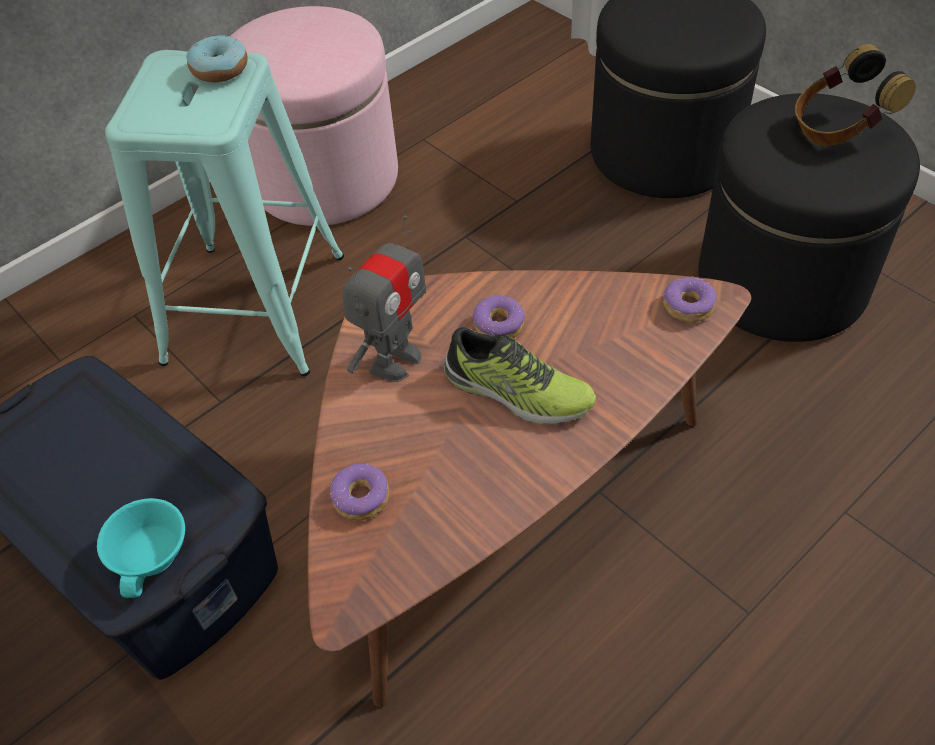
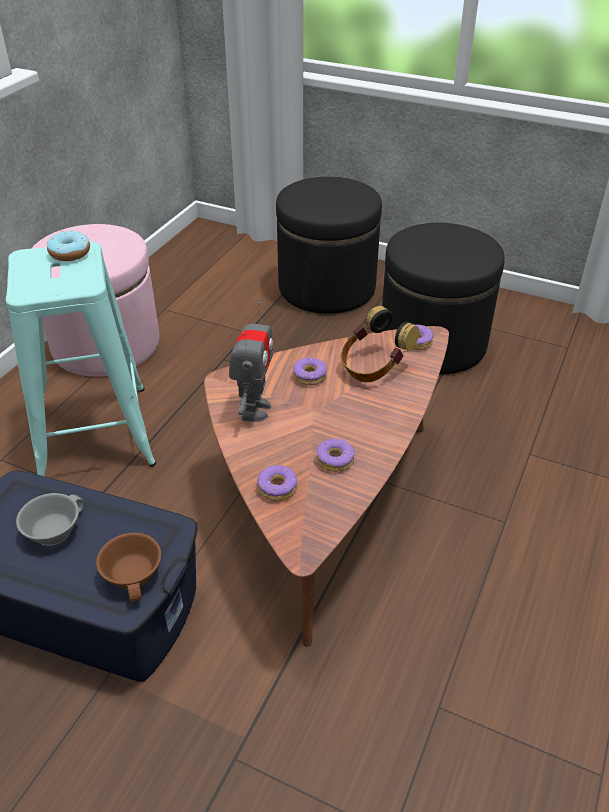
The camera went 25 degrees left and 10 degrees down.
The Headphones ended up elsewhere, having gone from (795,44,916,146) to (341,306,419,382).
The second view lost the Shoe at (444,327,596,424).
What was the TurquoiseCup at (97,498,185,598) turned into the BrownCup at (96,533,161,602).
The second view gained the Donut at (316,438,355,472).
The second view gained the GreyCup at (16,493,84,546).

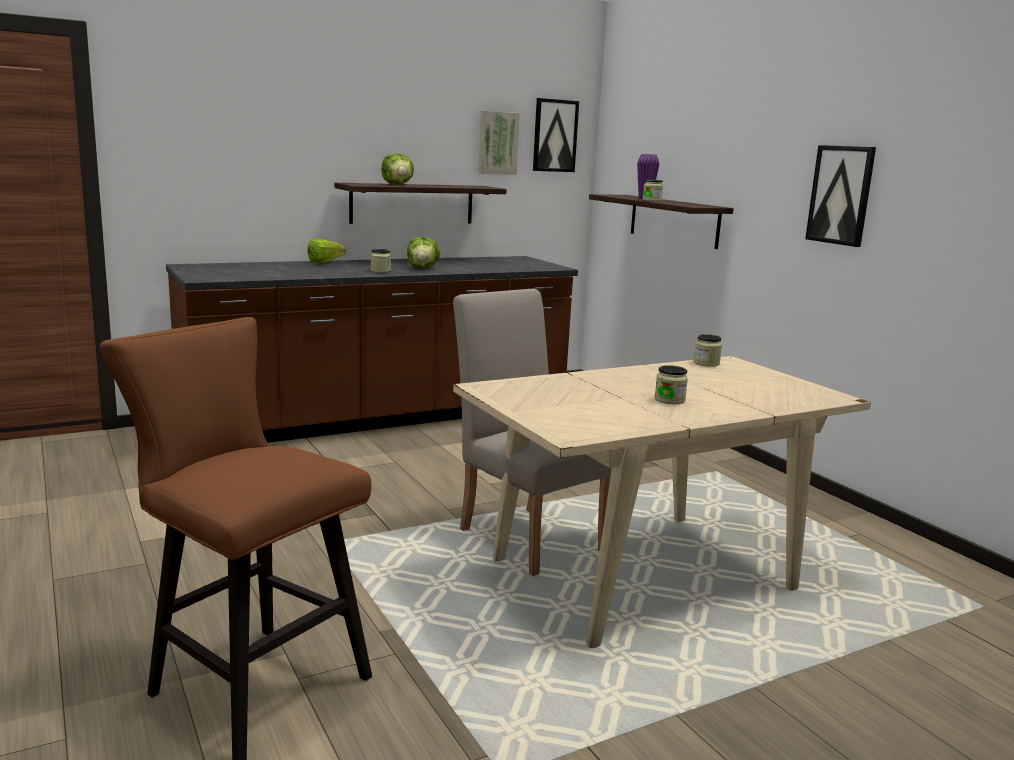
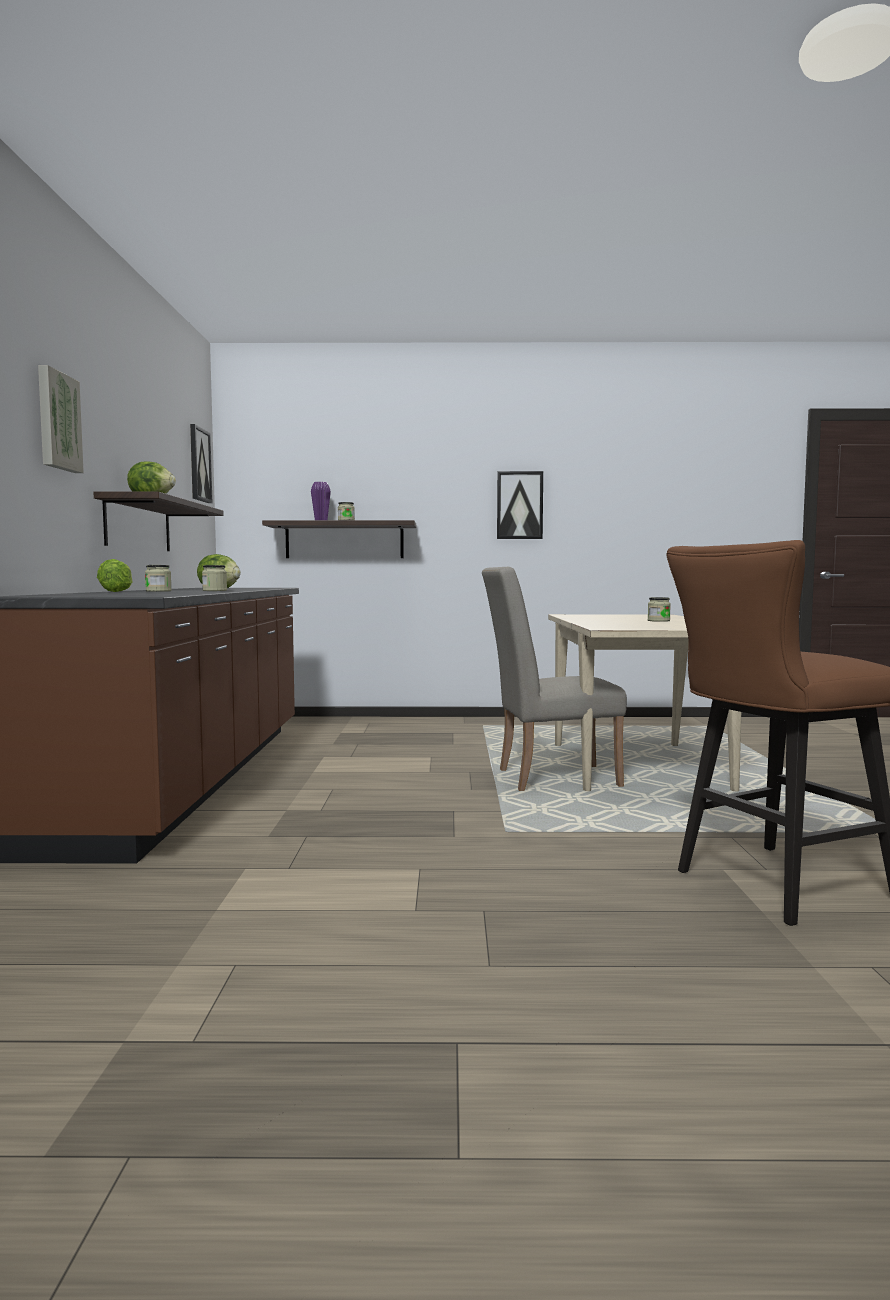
The camera went 60 degrees left and 10 degrees down.
The Picture ended up elsewhere, having gone from (479,111,520,175) to (38,365,84,473).
The Jar ended up elsewhere, having gone from (694,334,722,367) to (145,565,172,592).

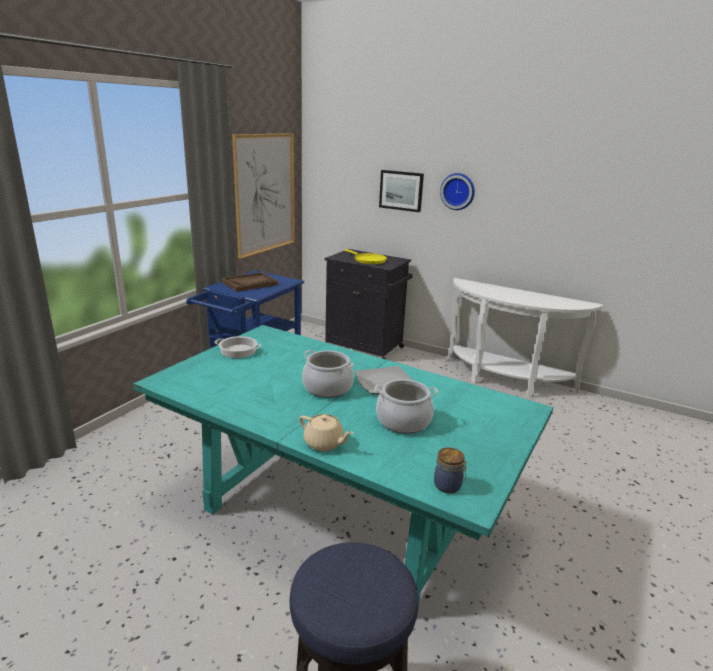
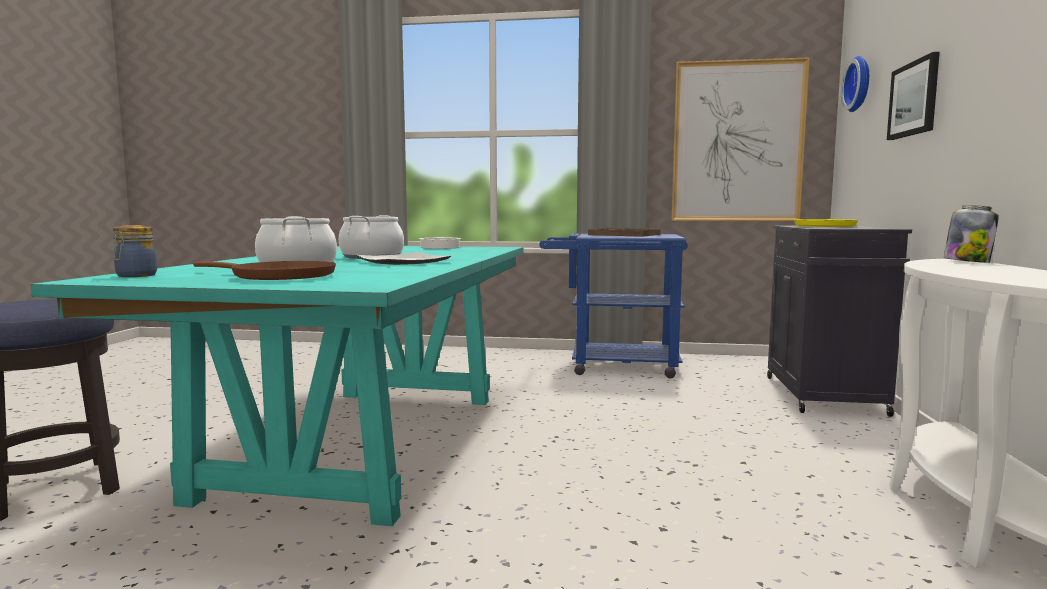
The camera went 70 degrees right and 15 degrees down.
The WallClock ended up elsewhere, having gone from (440,173,475,210) to (841,56,869,112).
The second view lost the BeigeTeapot at (299,414,354,451).
The second view gained the Jar at (944,205,999,263).
The second view gained the BrownFryingPan at (193,261,336,280).

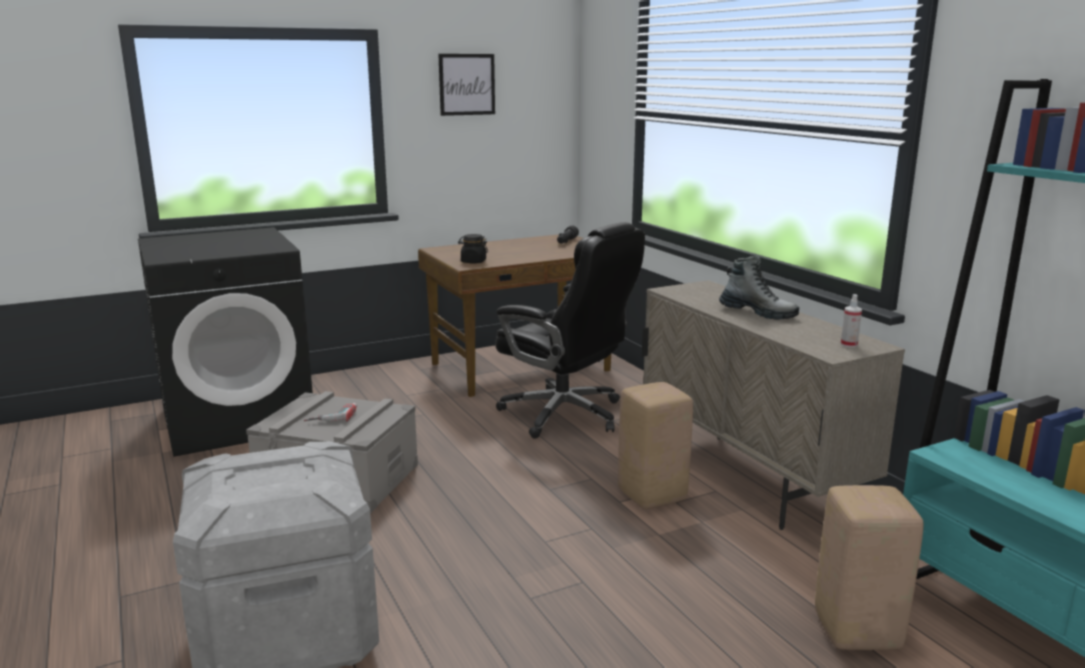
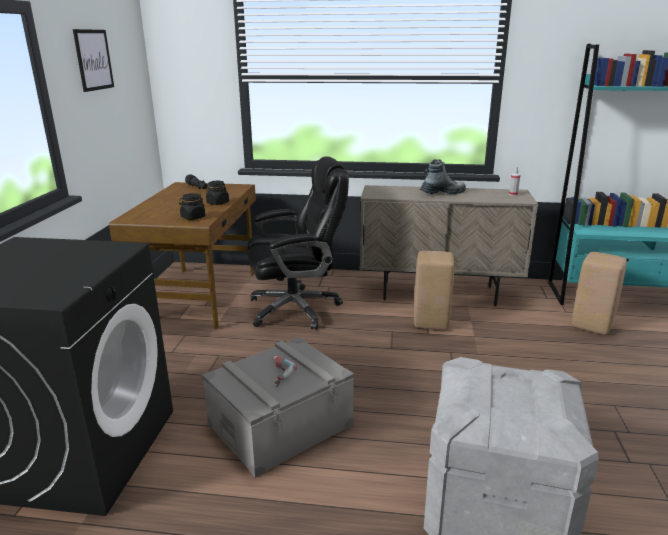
The camera went 55 degrees left and 5 degrees up.
The second view gained the BlackJar at (206,181,229,205).

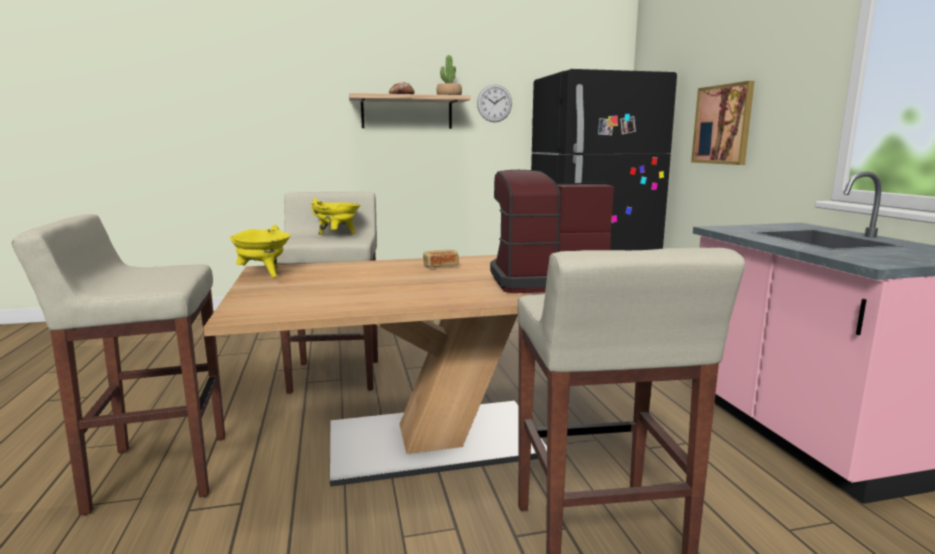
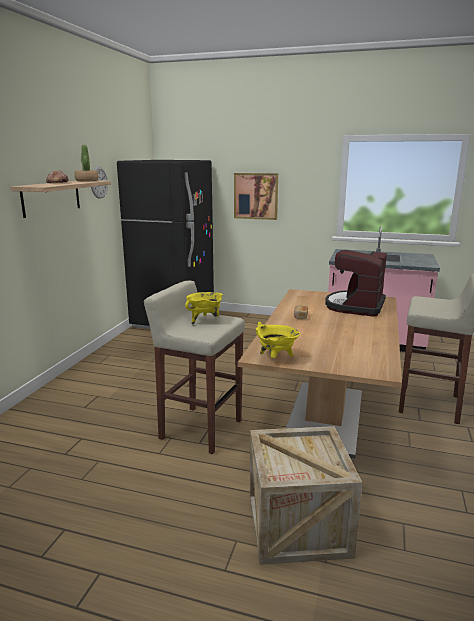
The camera went 60 degrees left and 5 degrees up.
Where the BeigeStool stood at (11,214,225,515), the Crate came to stand at (250,426,362,565).

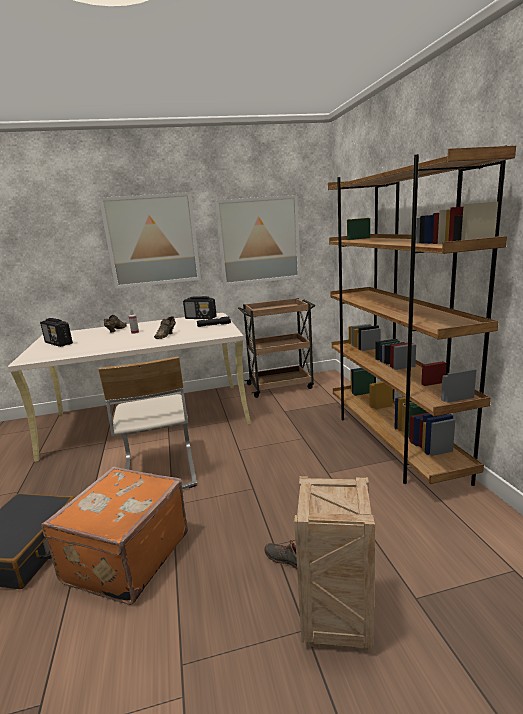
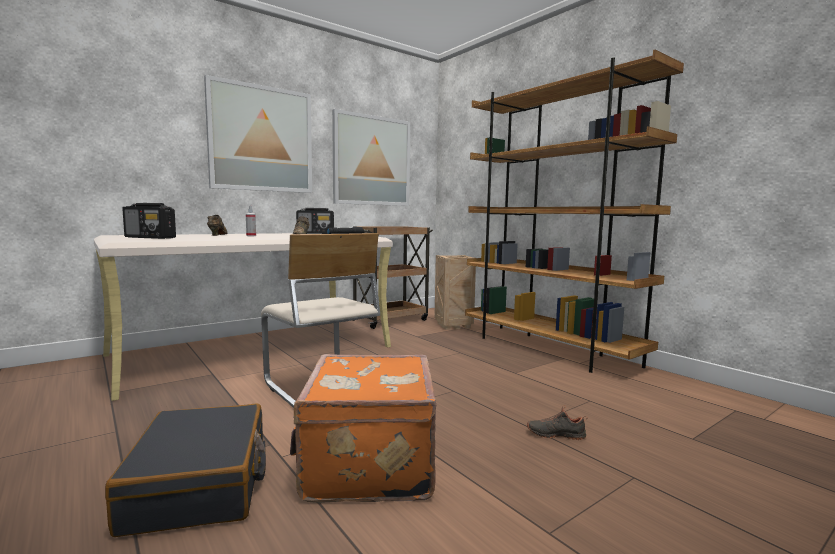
The camera went 25 degrees left and 10 degrees down.
The Crate ended up elsewhere, having gone from (294,476,375,652) to (434,255,476,330).

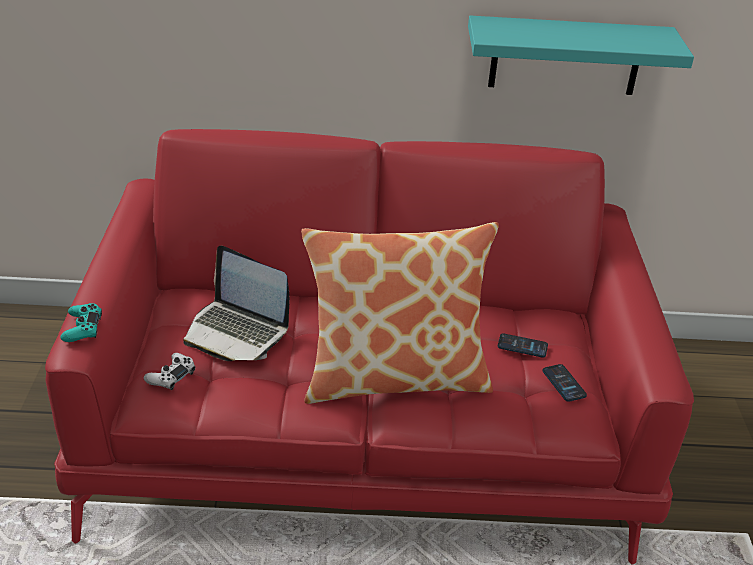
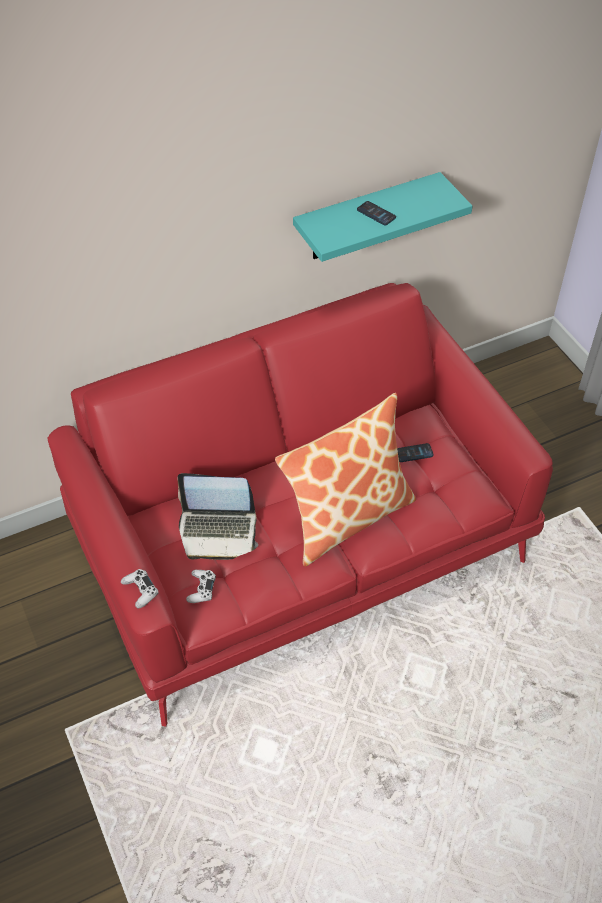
The camera went 25 degrees left and 15 degrees up.
What was the TurquoiseGameController at (61,303,102,342) turned into the WhiteGameController at (121,569,159,608).
The Phone ended up elsewhere, having gone from (542,364,587,402) to (357,201,396,225).

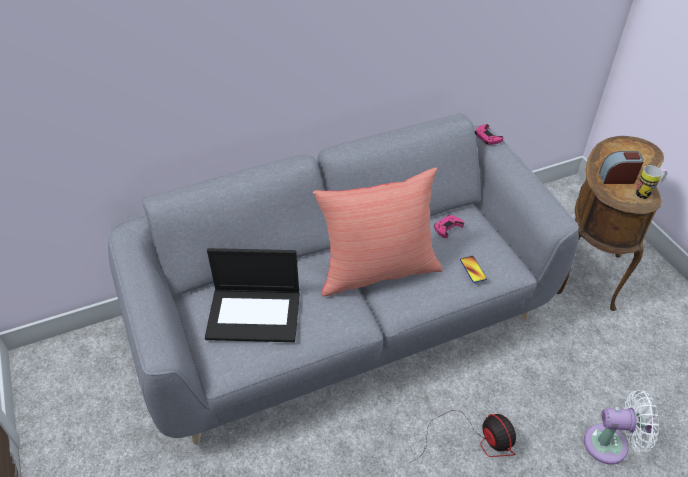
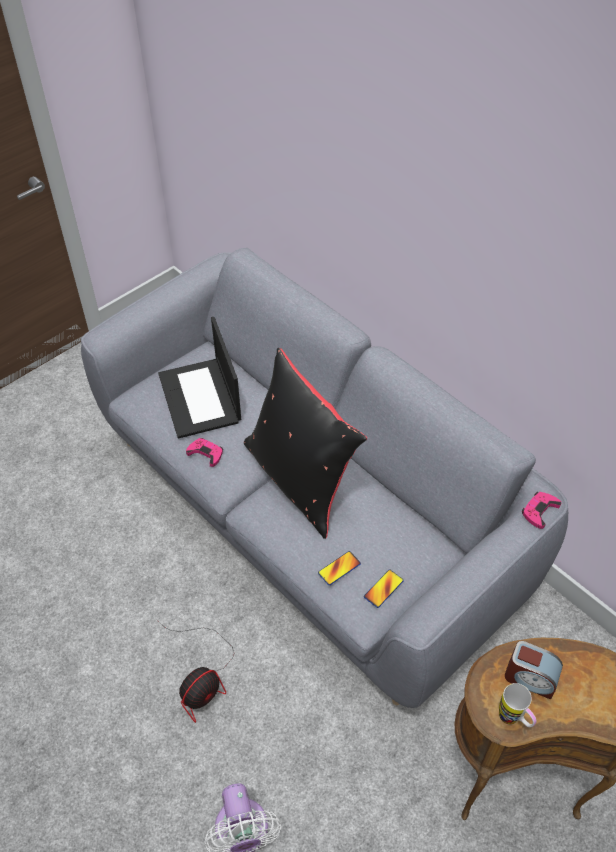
The camera went 70 degrees right and 5 degrees up.
The AlarmClock at (599,151,644,184) ended up facing another way, 135 degrees clockwise from before.
What was the RedPillow at (313,167,443,297) turned into the BlackPillow at (244,348,367,539).
The PinkGameController ended up elsewhere, having gone from (434,215,464,238) to (186,438,223,467).
The second view gained the Phone at (364,570,404,608).

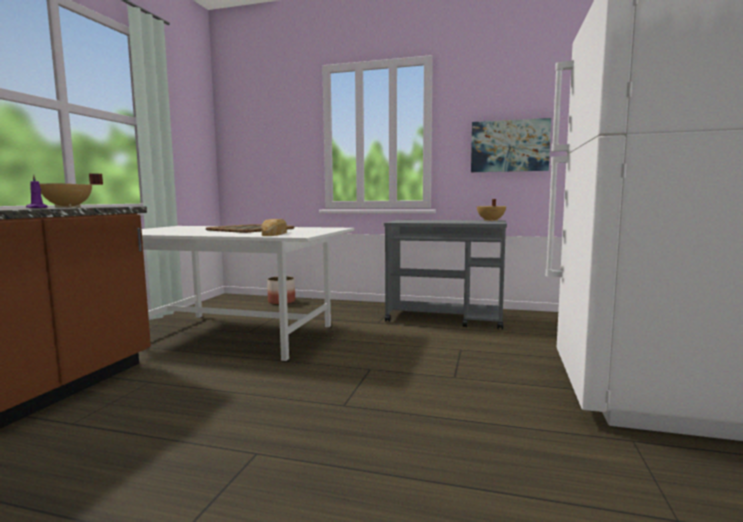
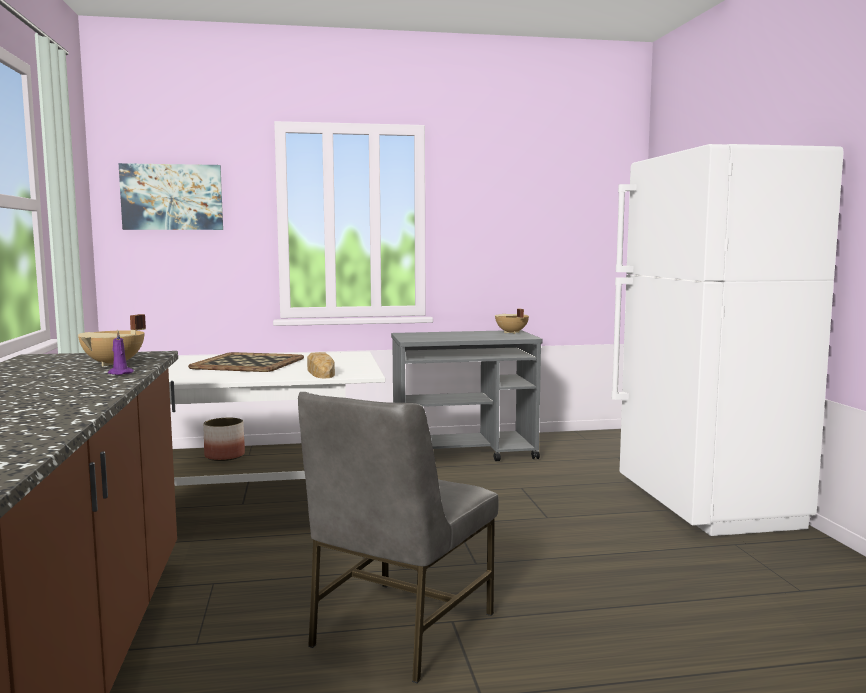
The camera went 25 degrees left and 0 degrees up.
The Picture ended up elsewhere, having gone from (471,118,551,172) to (119,163,223,230).
The second view gained the GreyChair at (298,392,499,683).

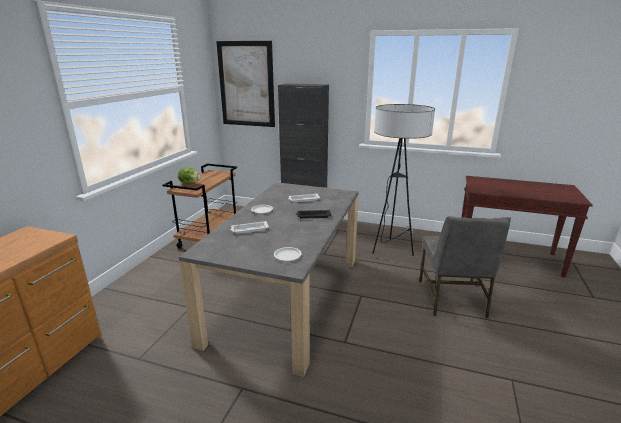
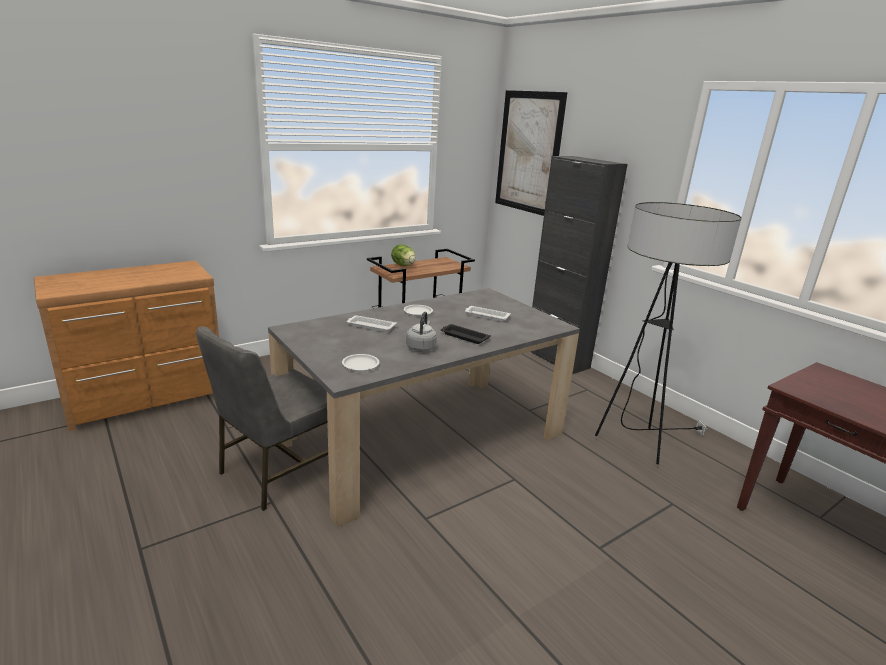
The camera went 35 degrees right and 0 degrees up.
The GreyChair ended up elsewhere, having gone from (419,216,511,319) to (196,326,328,511).
The second view gained the GreyKettle at (406,312,437,352).

